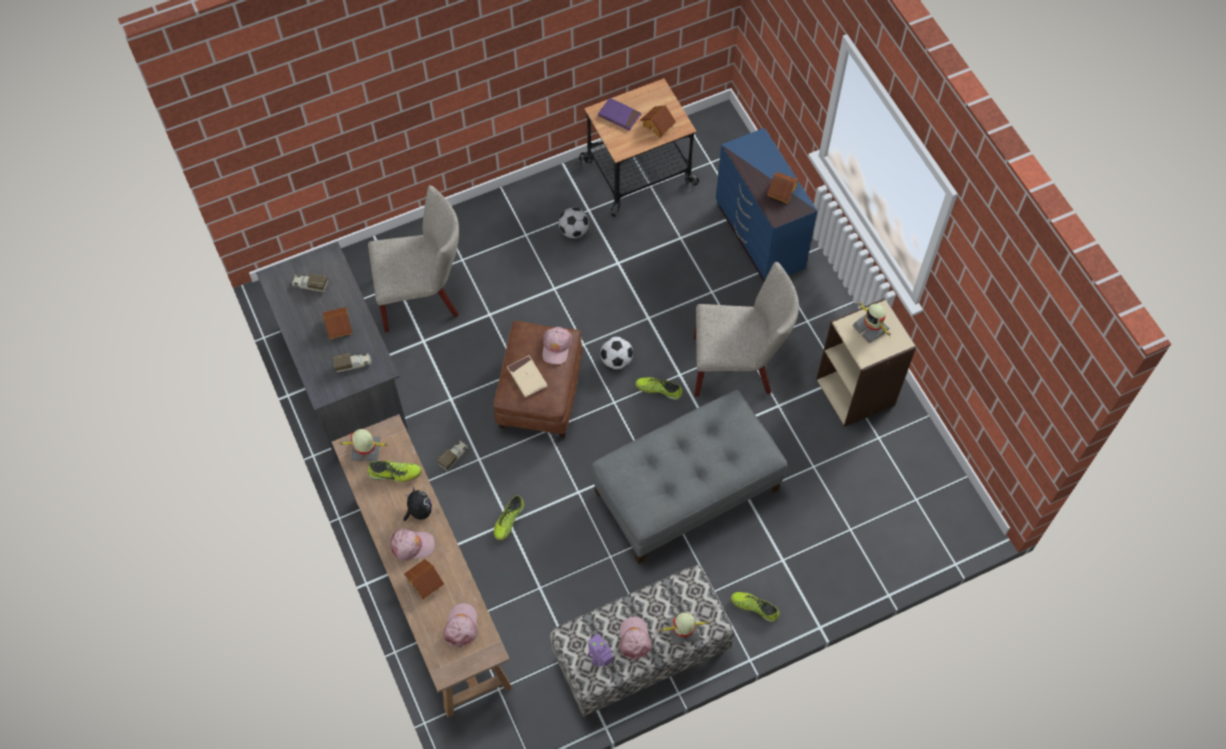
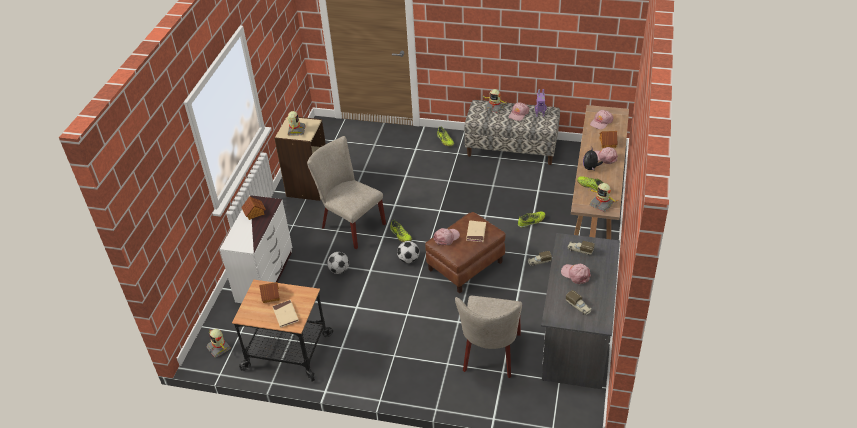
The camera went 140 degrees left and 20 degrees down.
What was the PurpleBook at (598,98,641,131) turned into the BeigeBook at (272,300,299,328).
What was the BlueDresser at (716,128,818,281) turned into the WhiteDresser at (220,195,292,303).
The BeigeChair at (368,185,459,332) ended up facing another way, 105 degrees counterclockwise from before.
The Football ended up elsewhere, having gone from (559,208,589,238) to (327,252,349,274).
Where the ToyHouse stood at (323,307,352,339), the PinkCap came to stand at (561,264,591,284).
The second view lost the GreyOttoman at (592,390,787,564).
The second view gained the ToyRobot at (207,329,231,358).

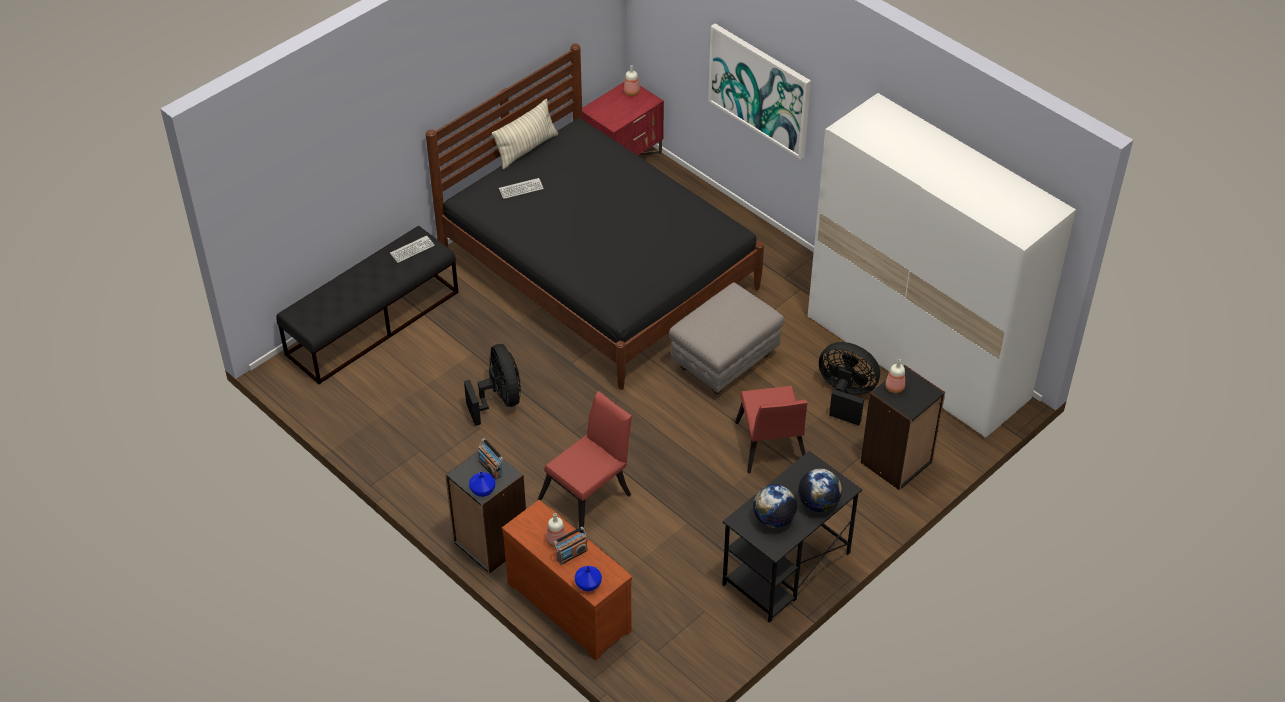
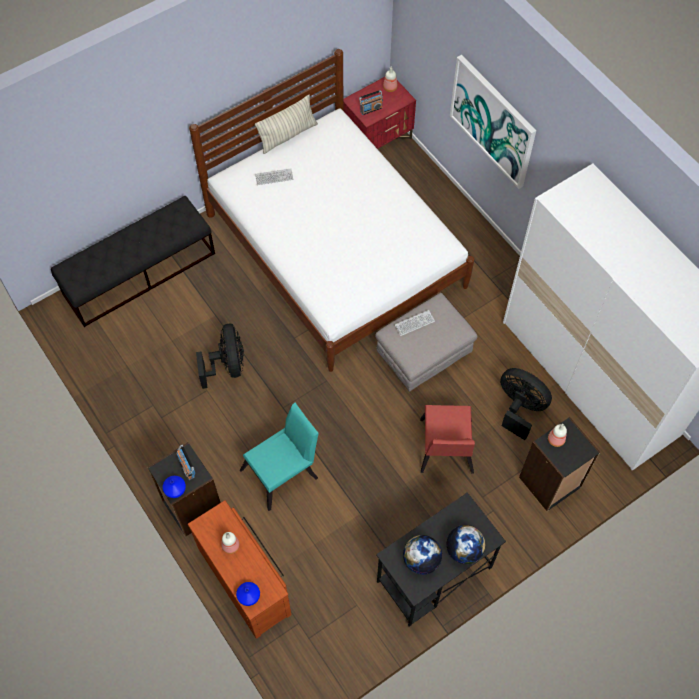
The camera went 10 degrees right and 15 degrees up.
What was the BlackBed at (426,43,764,390) turned into the WhiteBed at (189,49,474,372).
The Keyboard ended up elsewhere, having gone from (390,236,435,263) to (395,310,435,336).
What was the RedChair at (538,391,632,533) turned into the TurquoiseChair at (240,403,319,511).
The Radio ended up elsewhere, having gone from (554,527,588,565) to (359,90,383,115).

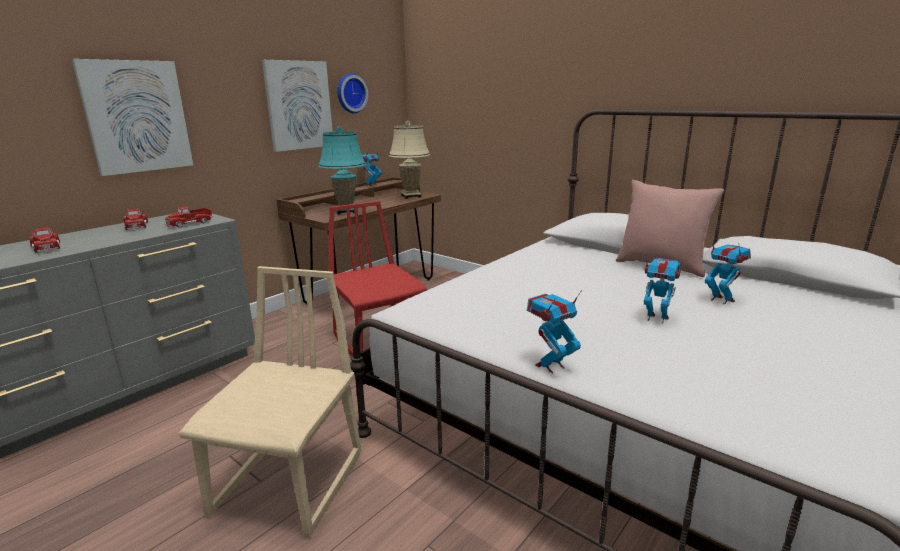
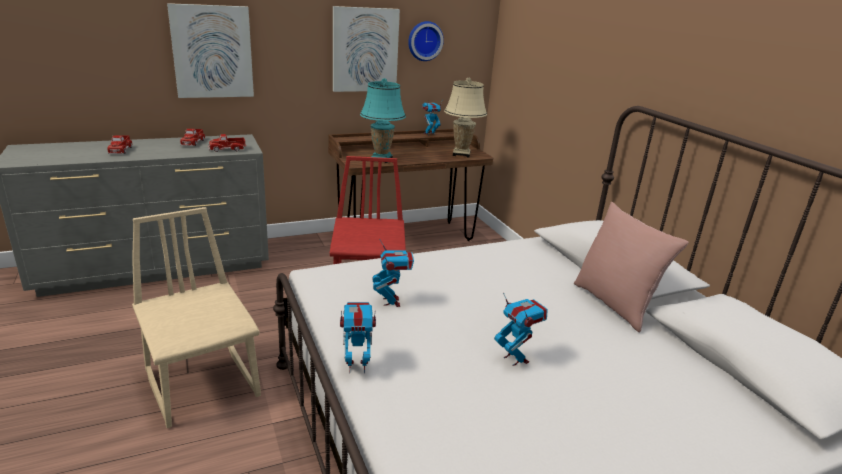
The camera went 25 degrees right and 5 degrees up.
The ToyRobot ended up elsewhere, having gone from (705,237,751,304) to (372,240,414,307).
The BeigeChair at (179,266,362,538) ended up facing another way, 75 degrees counterclockwise from before.

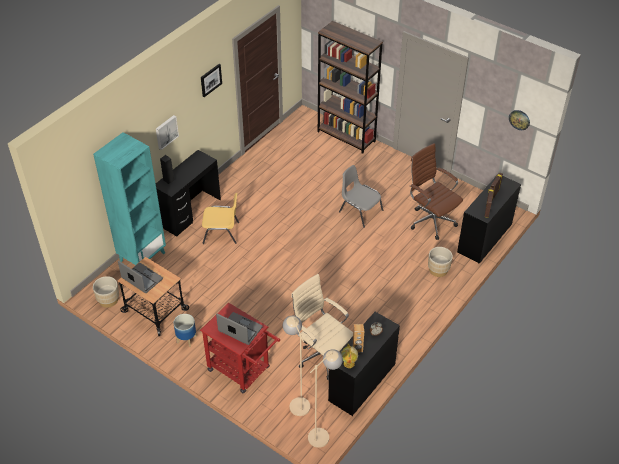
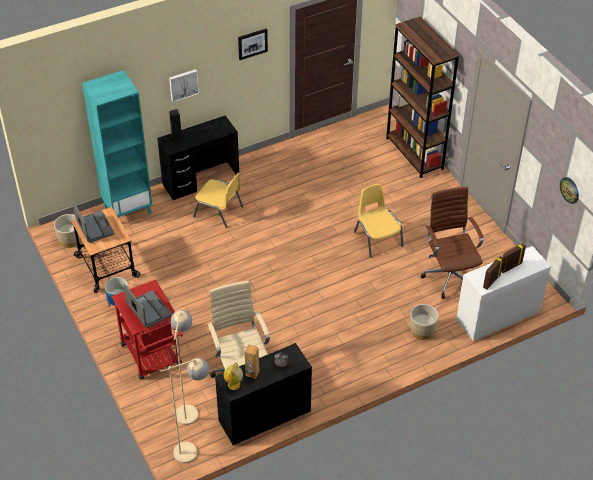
The camera went 25 degrees right and 0 degrees up.
What was the GreyChair at (339,165,383,228) turned into the YellowChair at (354,184,403,258).
What was the BlackDesk at (457,174,521,264) turned into the WhiteDesk at (456,246,551,341).

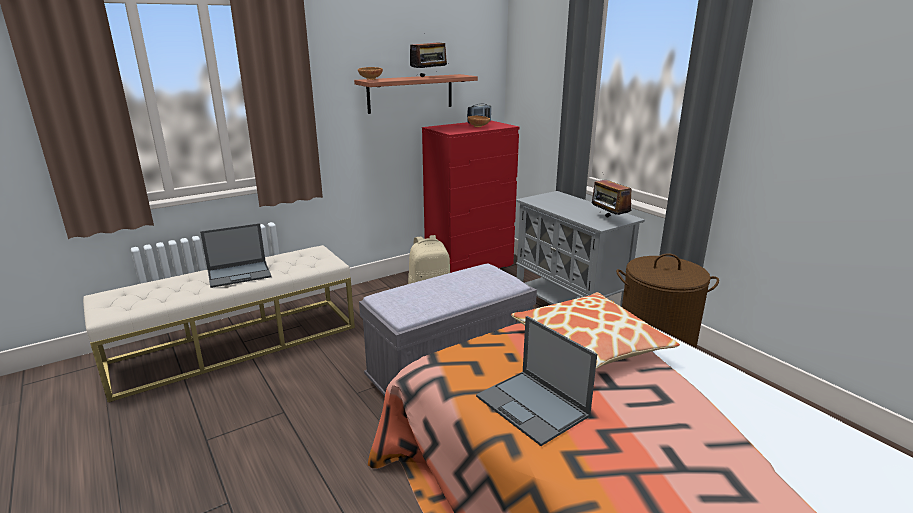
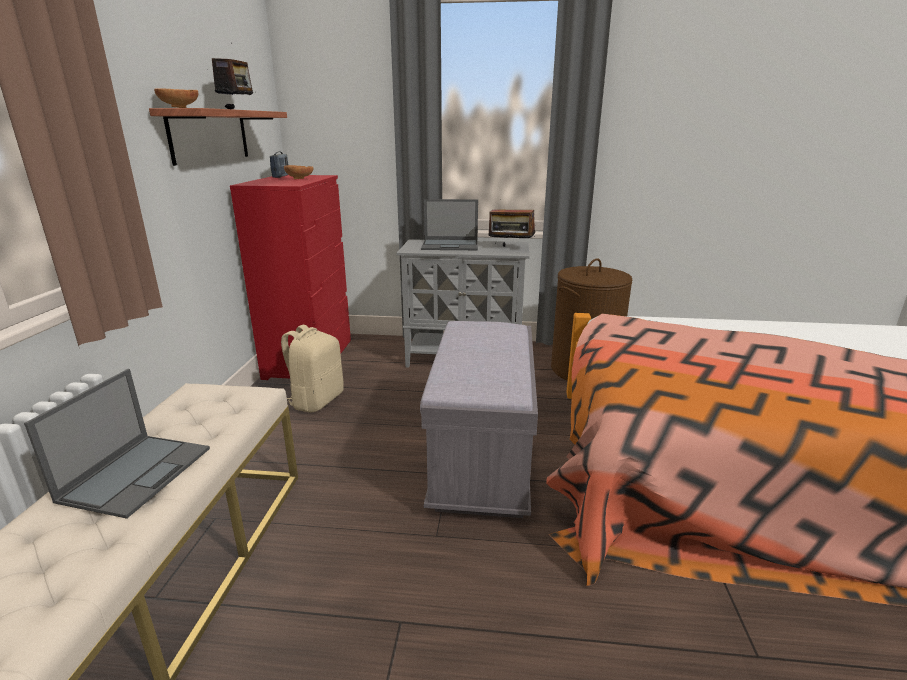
The camera went 50 degrees left and 0 degrees up.
The second view lost the Pillow at (511,292,680,369).
The Laptop ended up elsewhere, having gone from (476,316,597,446) to (421,199,478,250).

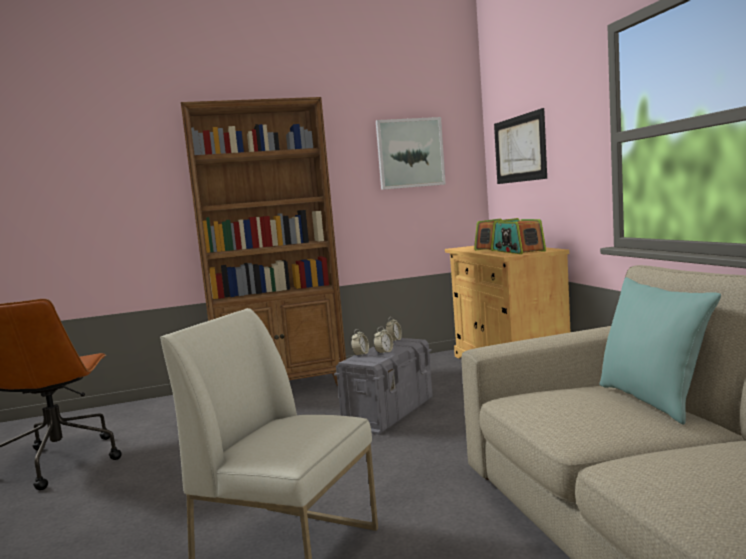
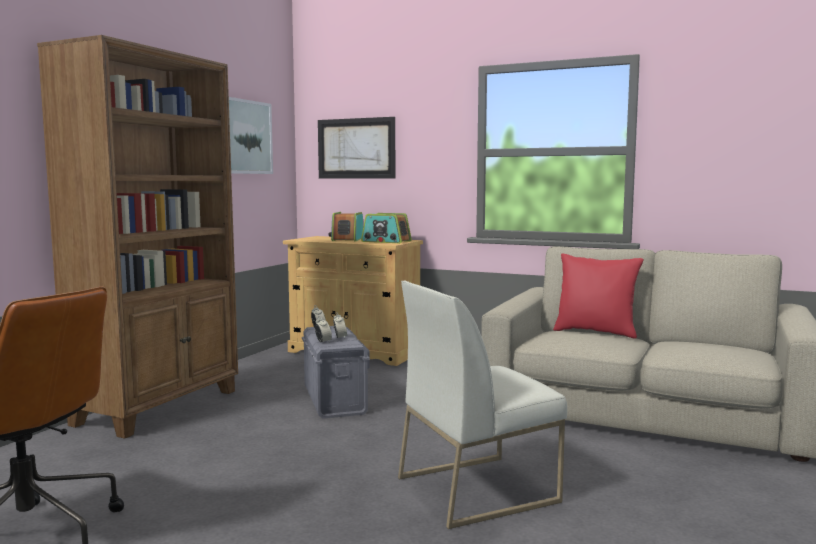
The camera went 50 degrees left and 0 degrees up.
What was the TurquoisePillow at (599,277,721,424) turned into the RedPillow at (553,253,644,339).

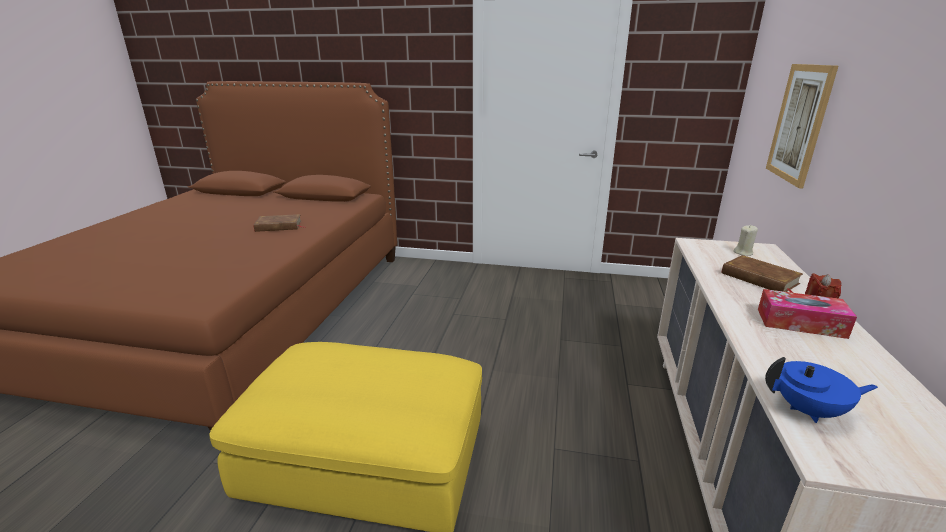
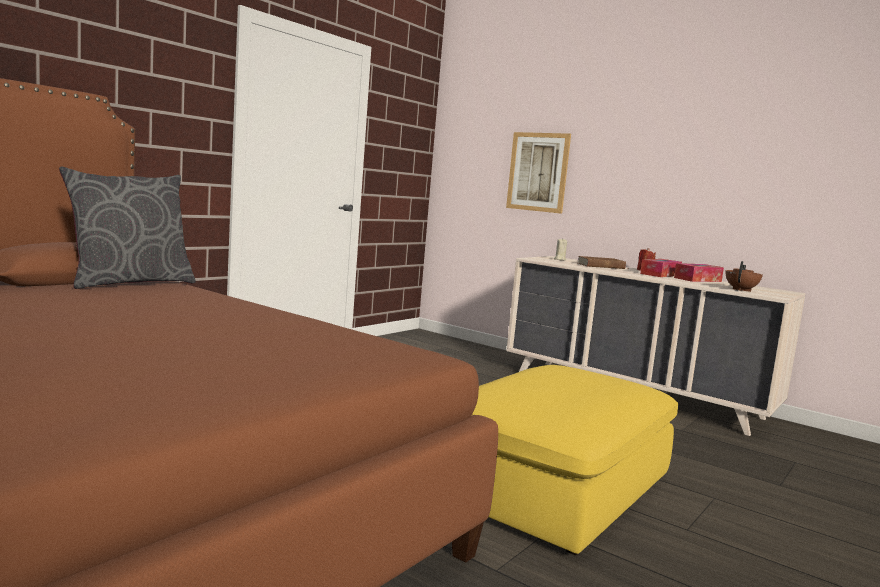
The camera went 65 degrees left and 15 degrees down.
The second view lost the BrownBook at (253,214,302,232).
What was the BlueTeapot at (765,357,878,423) turned into the BrownTeapot at (726,261,763,292).
The second view gained the GreyPillow at (59,166,196,289).
The second view gained the TissueBox at (674,263,724,282).

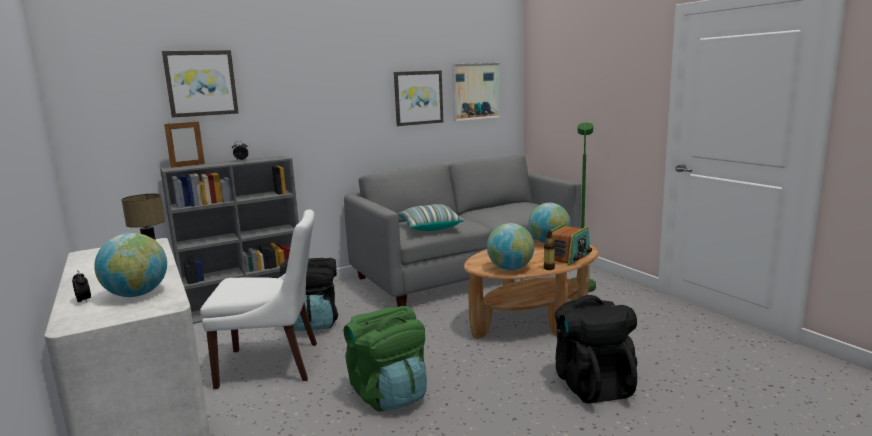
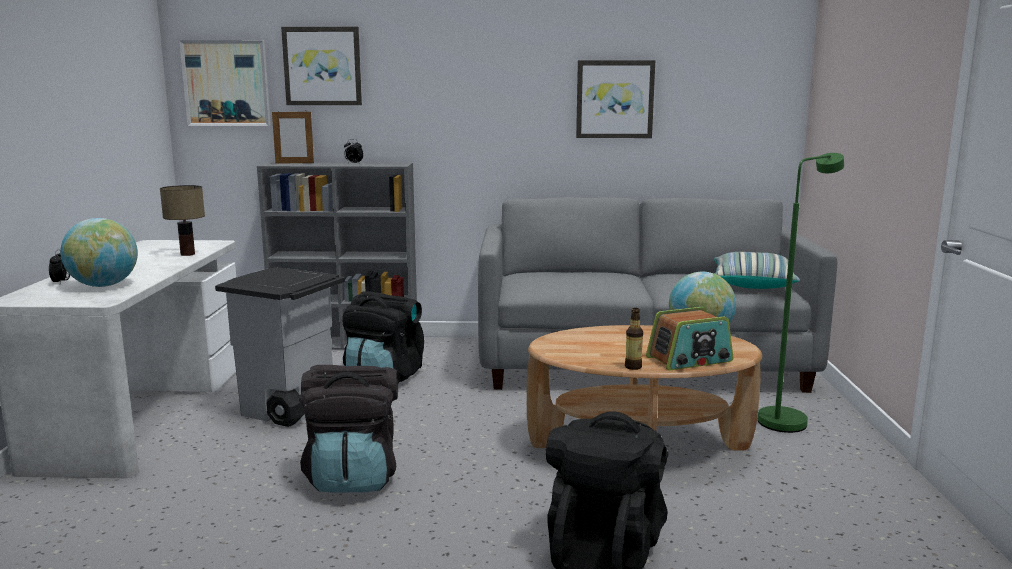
The camera went 30 degrees right and 0 degrees up.
The Picture ended up elsewhere, having gone from (452,63,501,121) to (179,40,271,126).
The Pillow ended up elsewhere, having gone from (398,204,465,231) to (714,252,800,289).
Where the WhiteChair stood at (200,209,317,389), the GreyTrashCan came to stand at (215,267,345,427).
The second view lost the Globe at (487,223,534,270).
What was the GreenBackpack at (344,306,427,411) turned into the BlackBackpack at (299,365,398,493).

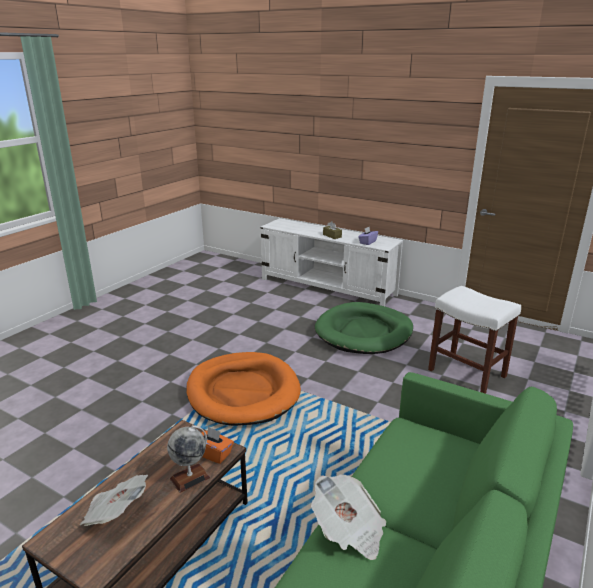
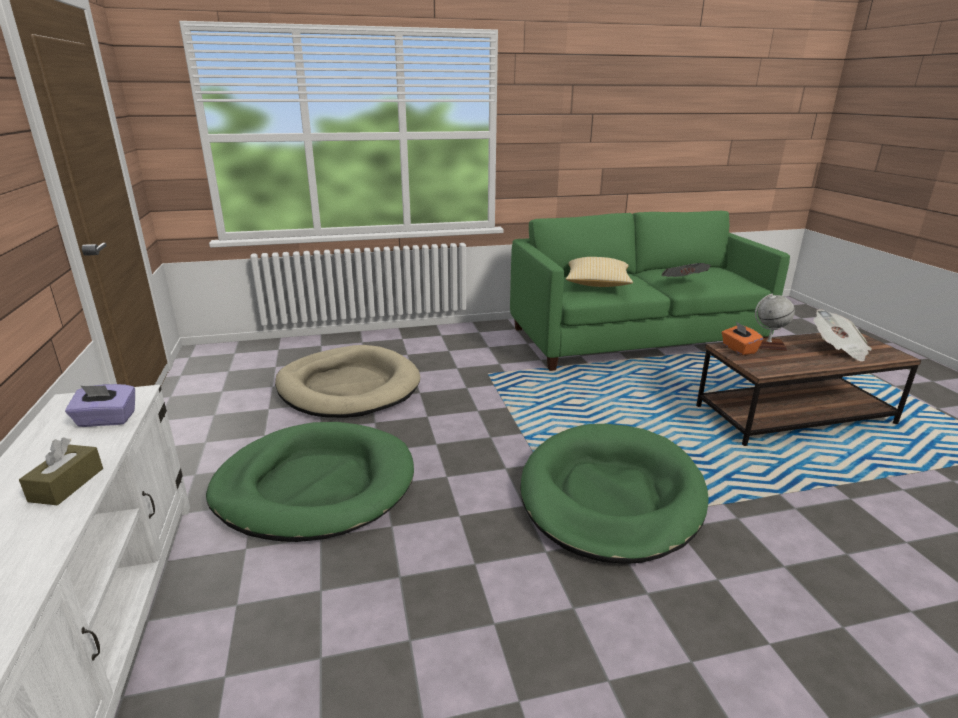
The camera went 135 degrees left and 0 degrees up.
Where the WhiteStool stood at (428,286,521,394), the BeigeDogBed came to stand at (275,345,420,418).
What was the OrangeDogBed at (186,352,301,426) turned into the GreenDogBed at (520,424,709,564).
The second view gained the Pillow at (566,257,633,287).

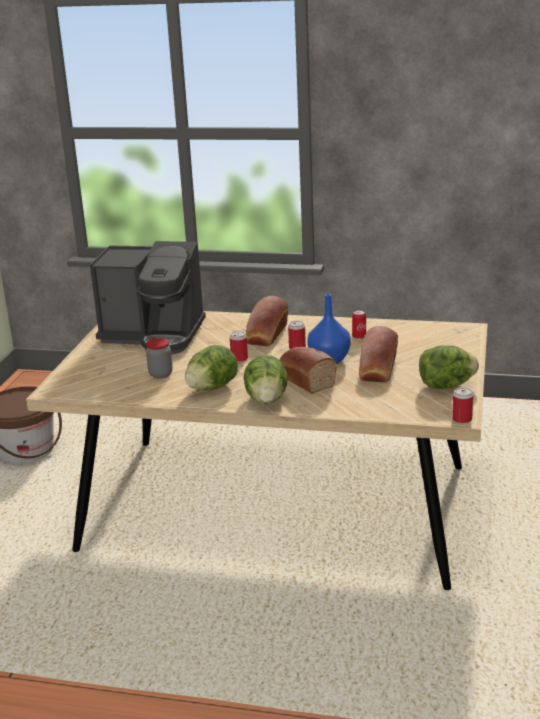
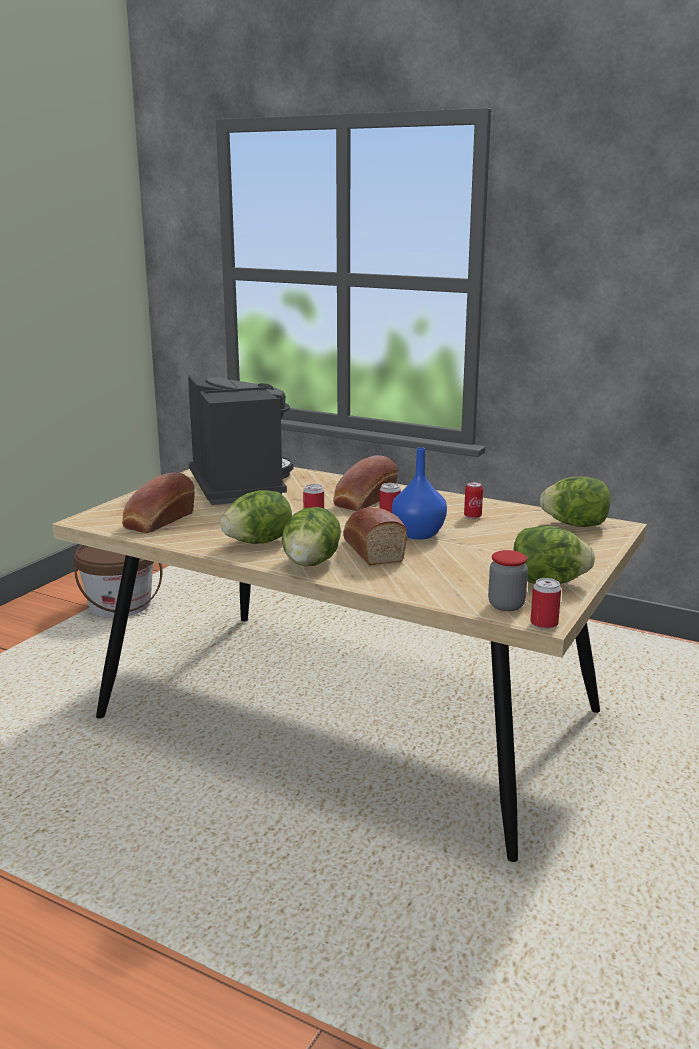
The camera went 15 degrees right and 5 degrees down.
The CoffeeMachine at (90,241,206,355) ended up facing another way, 135 degrees counterclockwise from before.
The Bread ended up elsewhere, having gone from (359,326,398,383) to (122,472,195,533).
The Jar ended up elsewhere, having gone from (146,338,173,379) to (488,550,528,611).
The second view gained the Lettuce at (540,477,610,527).

